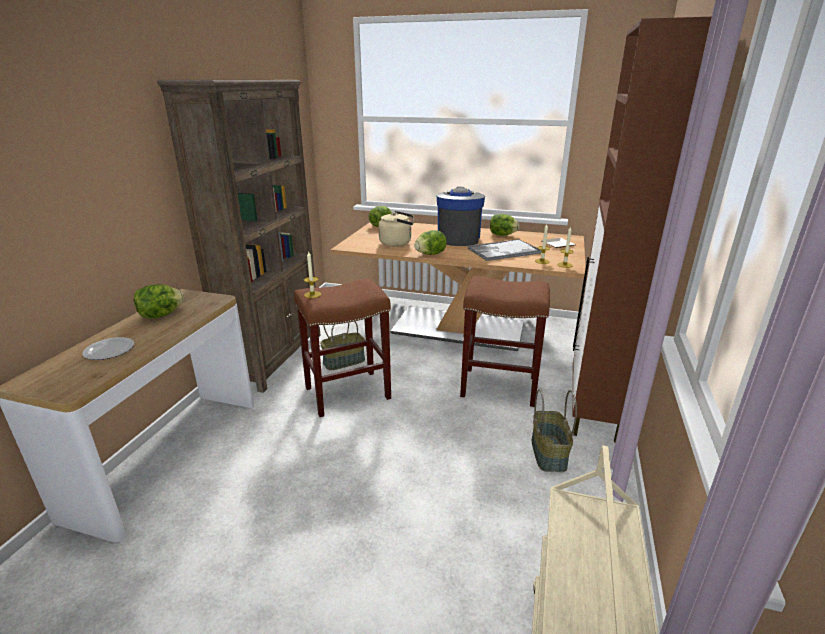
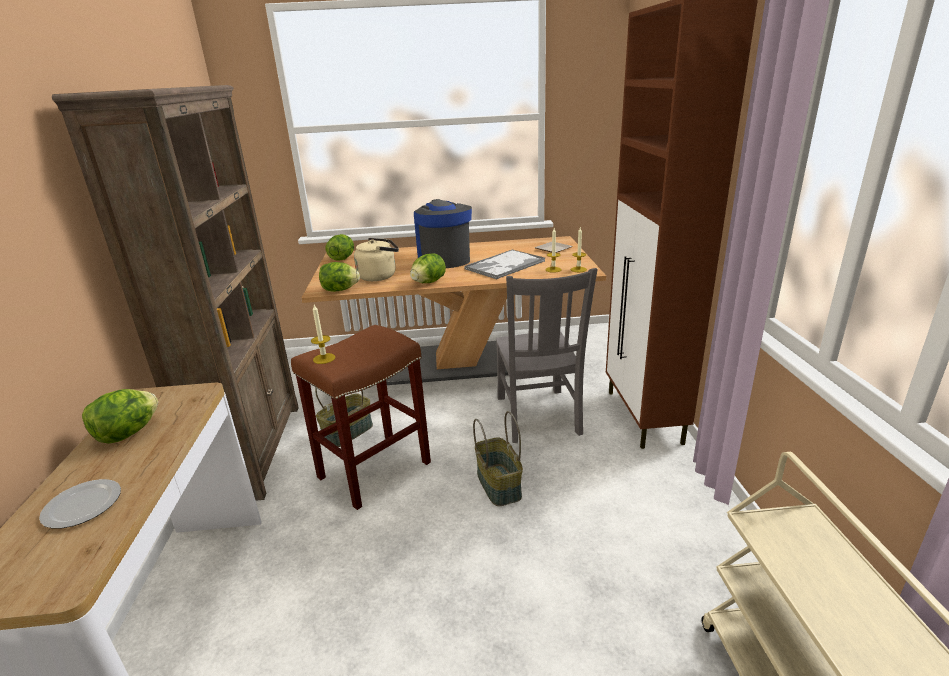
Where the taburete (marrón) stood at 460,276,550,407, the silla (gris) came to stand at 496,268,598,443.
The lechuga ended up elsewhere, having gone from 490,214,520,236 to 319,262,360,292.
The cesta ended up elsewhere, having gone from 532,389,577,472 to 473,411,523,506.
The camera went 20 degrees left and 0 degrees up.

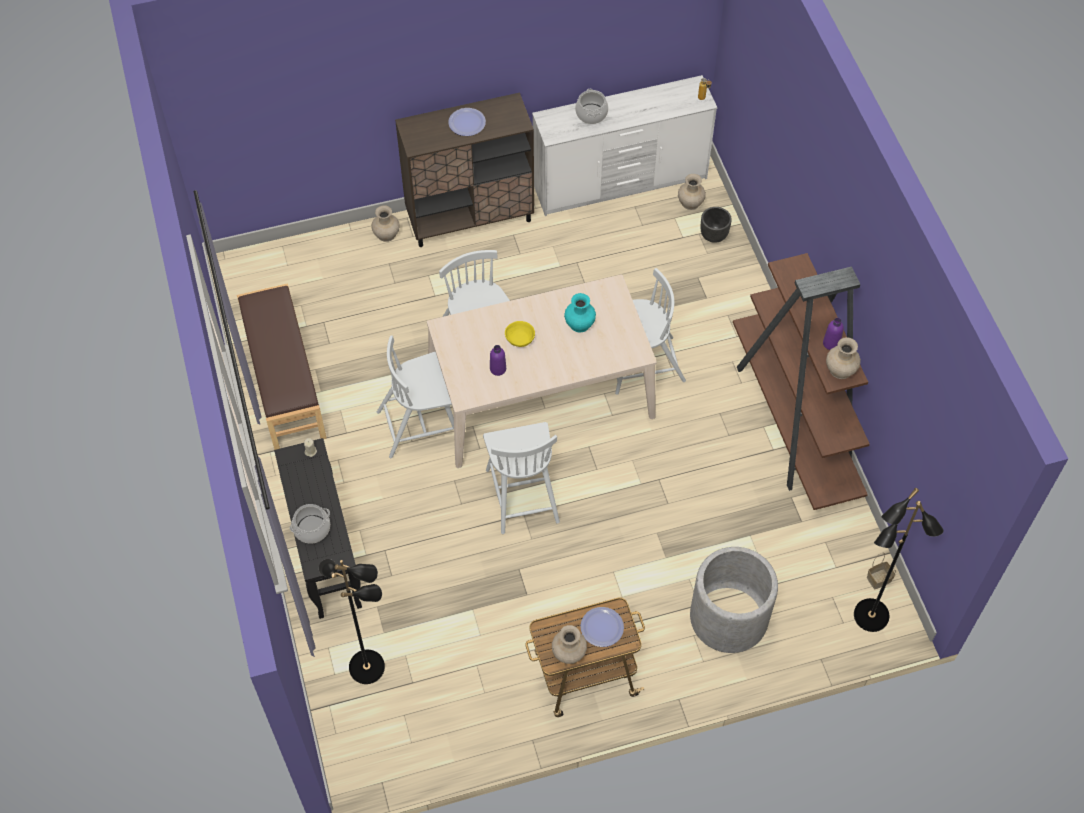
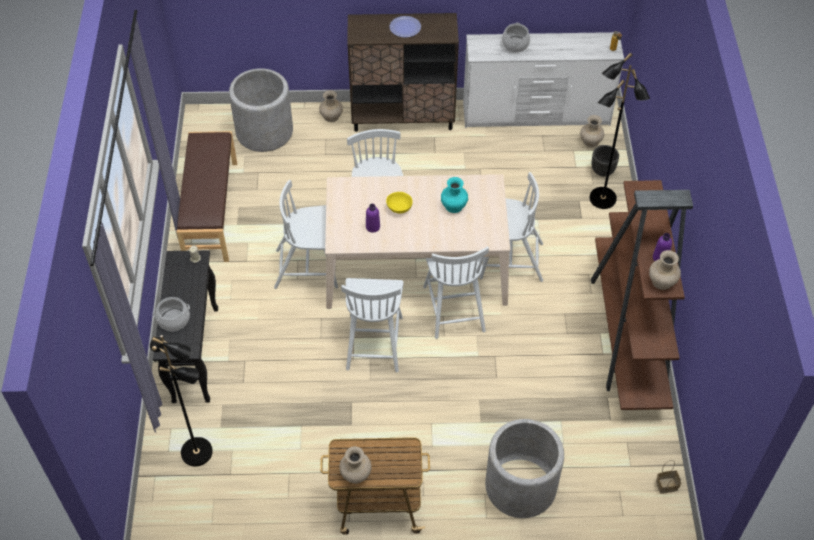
The second view lost the plato at 580,607,624,647.
The lámpara de pie (negro) ended up elsewhere, having gone from 854,488,944,632 to 589,53,650,209.
The second view gained the maceta (gris) at 229,68,293,152.
The second view gained the silla (blanco) at 423,246,489,339.
The camera went 15 degrees right and 5 degrees down.

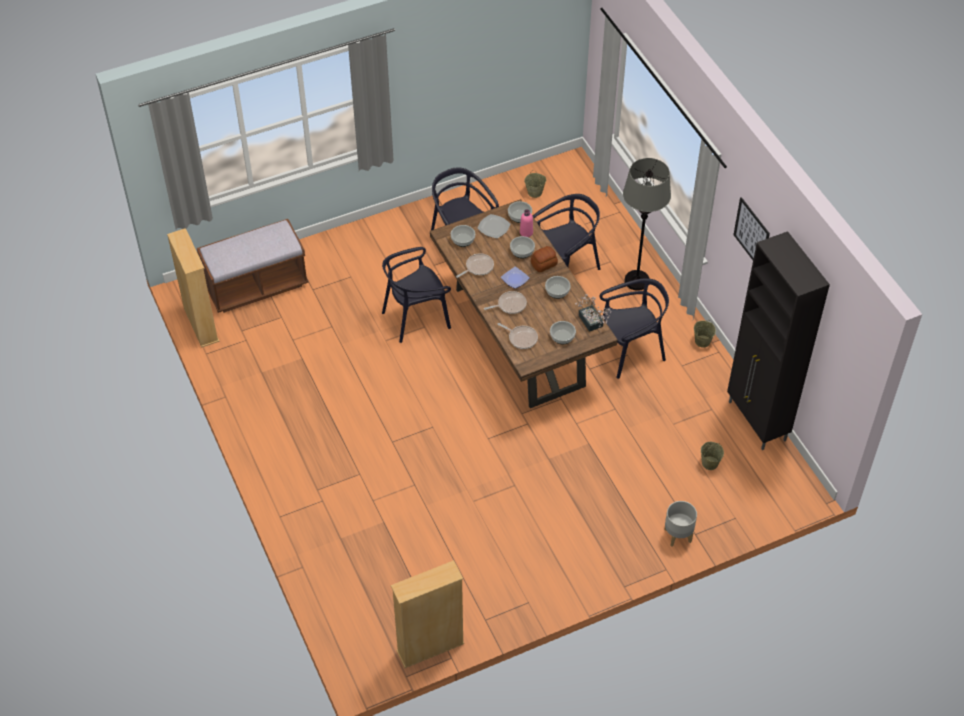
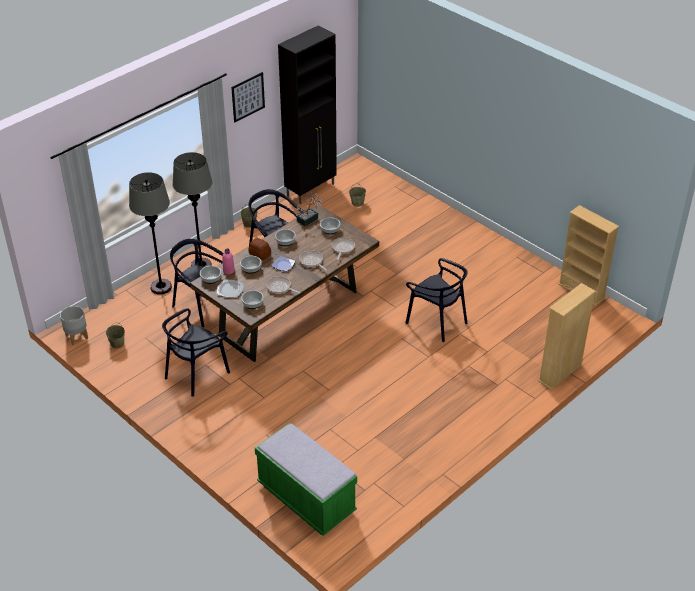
The estantería (beis) ended up elsewhere, having gone from 167,228,220,348 to 538,283,596,390.
What was the banco (marrón) at 197,219,309,313 turned into the banco (verde) at 255,423,357,536.
The silla (negro) ended up elsewhere, having gone from 382,247,451,343 to 405,258,468,342.
The maceta (gris) ended up elsewhere, having gone from 664,501,697,547 to 60,306,88,345.
The second view gained the lámpara de pie (gris) at 129,172,172,294.
The camera went 110 degrees left and 10 degrees down.

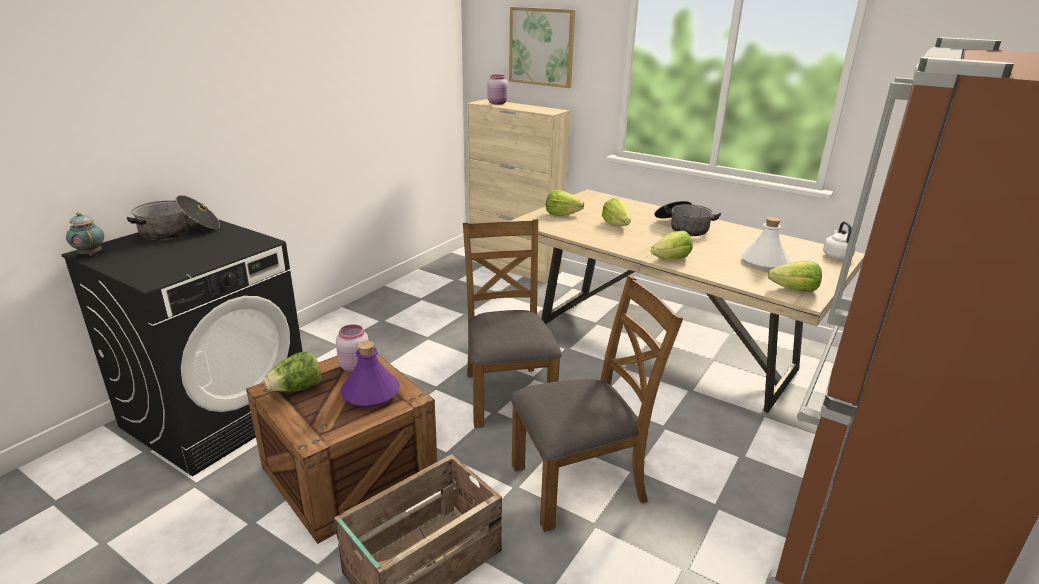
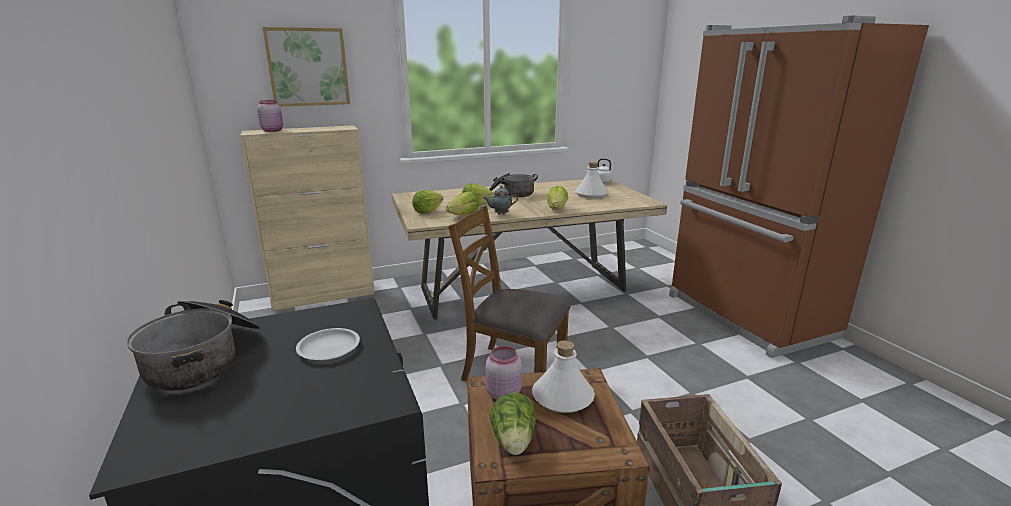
The tetera ended up elsewhere, having gone from 66,212,104,256 to 484,186,518,215.
What was the botella (morado) at 341,341,400,407 turned into the botella (blanco) at 532,340,595,413.
The second view lost the silla (marrón) at 511,275,683,532.
The lechuga ended up elsewhere, having gone from 768,261,822,292 to 446,191,479,215.
The second view gained the plato (blanco) at 296,328,360,360.
The camera went 55 degrees left and 5 degrees down.

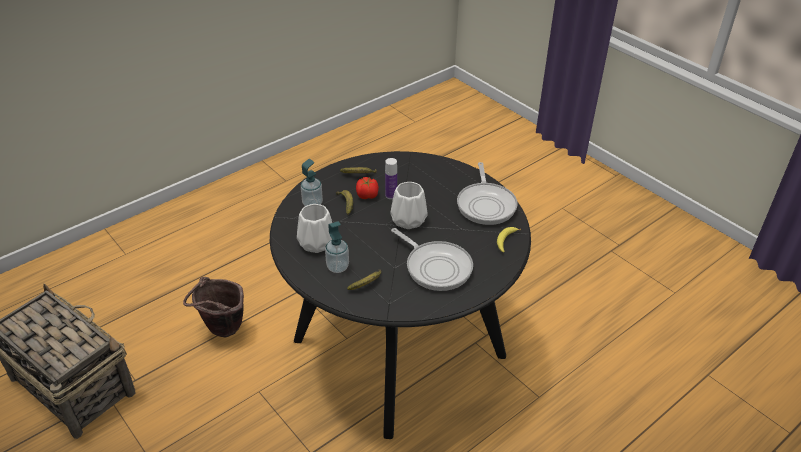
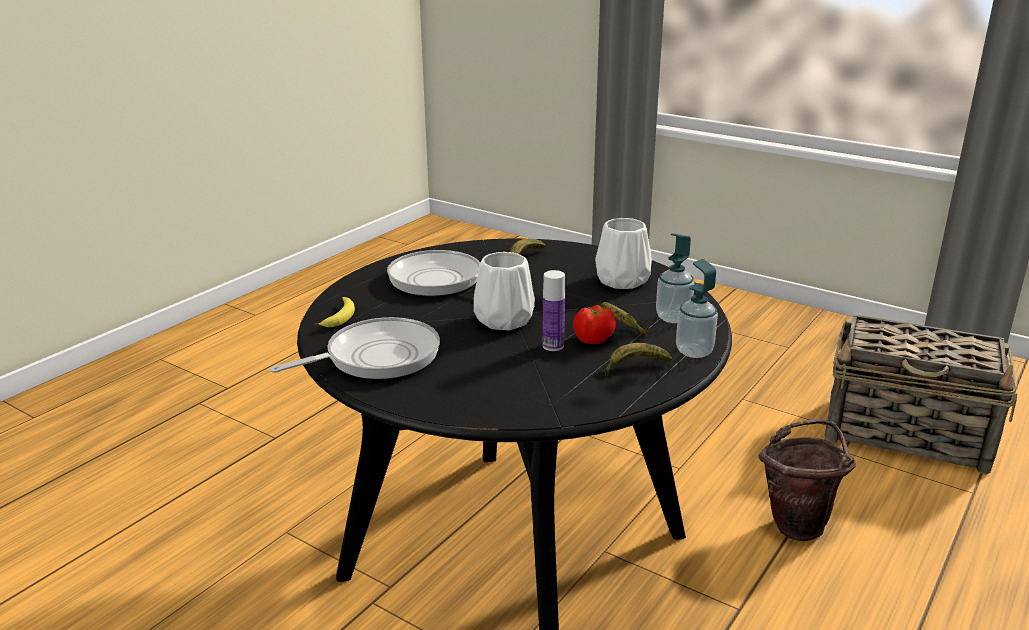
The dispensador de jabón ended up elsewhere, having gone from 325,221,349,273 to 676,259,718,358.
The sartén at 457,162,518,225 ended up facing another way, 75 degrees clockwise from before.
The camera went 165 degrees right and 15 degrees down.

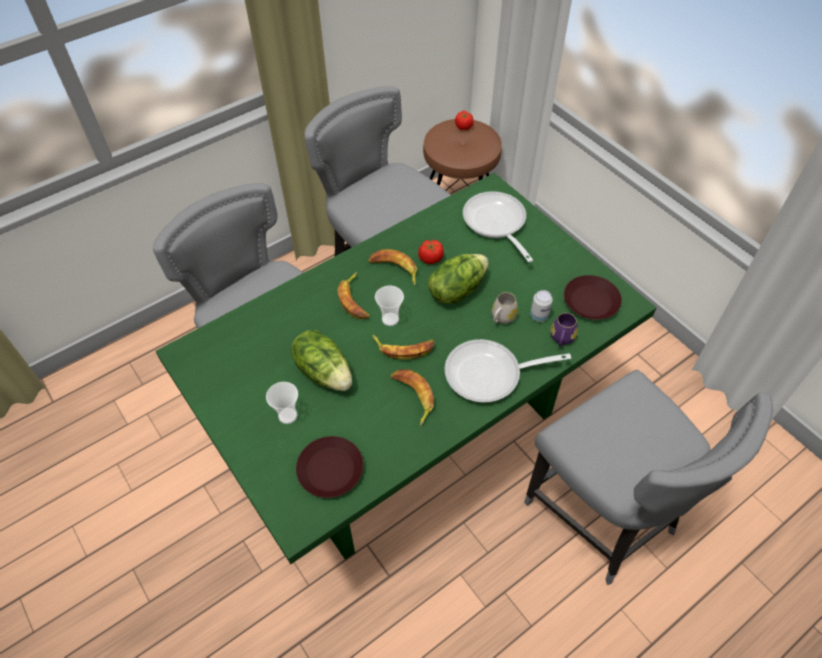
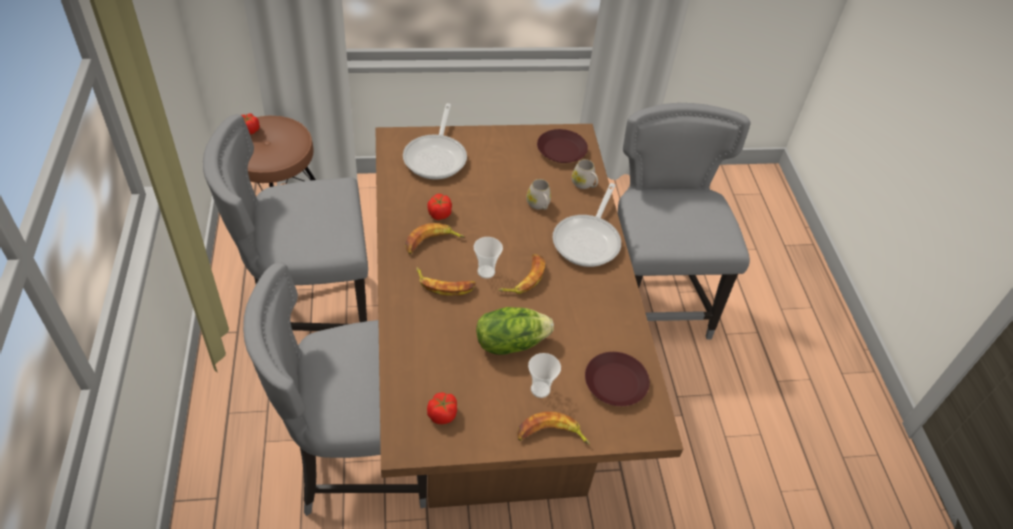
What was the mesa de comedor (verde) at 155,173,657,564 turned into the mesa de comedor (marrón) at 375,124,683,508.
The plátano ended up elsewhere, having gone from 391,369,434,426 to 517,412,590,445.
The second view lost the lechuga at 428,254,488,304.
The sartén at 463,191,533,262 ended up facing another way, 90 degrees counterclockwise from before.
The silla (gris) at 524,370,773,585 ended up facing another way, 90 degrees counterclockwise from before.
The second view lost the lata at 530,290,553,322.
What was the taza grande (morado) at 550,313,578,346 turned into the taza grande (blanco) at 572,159,598,189.
The second view gained the tomate at 427,392,457,424.
The camera went 65 degrees left and 5 degrees down.

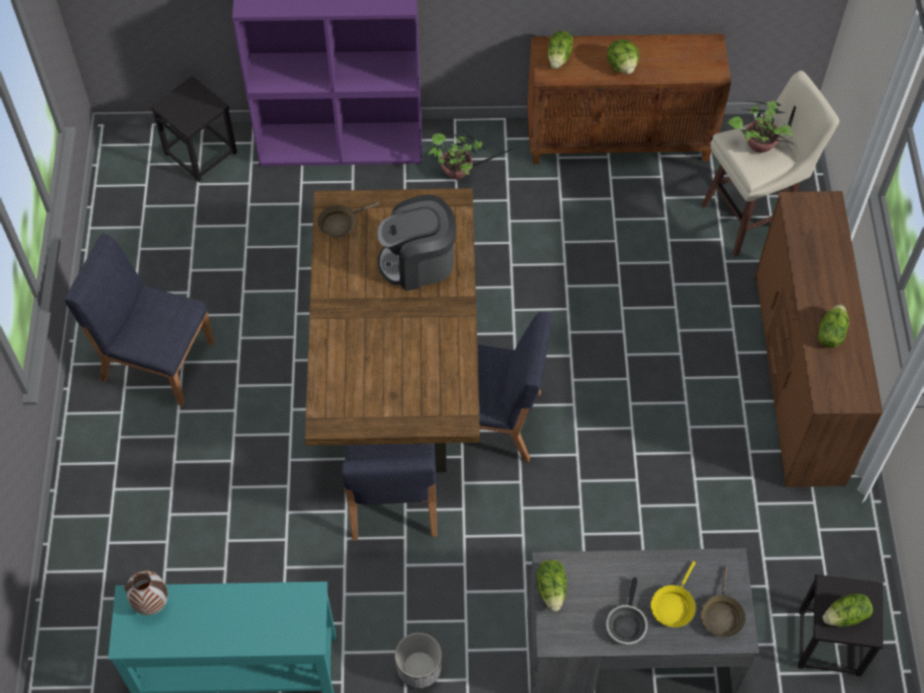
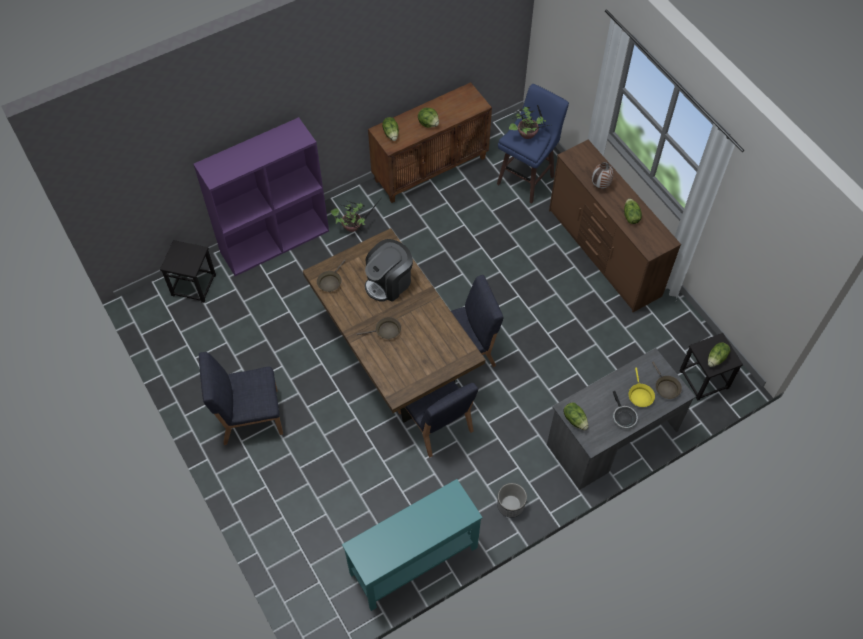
The florero ended up elsewhere, having gone from 124,570,168,615 to 592,162,613,189.
What was the taburete (beis) at 701,71,839,256 turned into the taburete (azul) at 497,84,569,204.
The second view gained the sartén (marrón) at 357,317,401,339.
The camera went 30 degrees left and 0 degrees up.

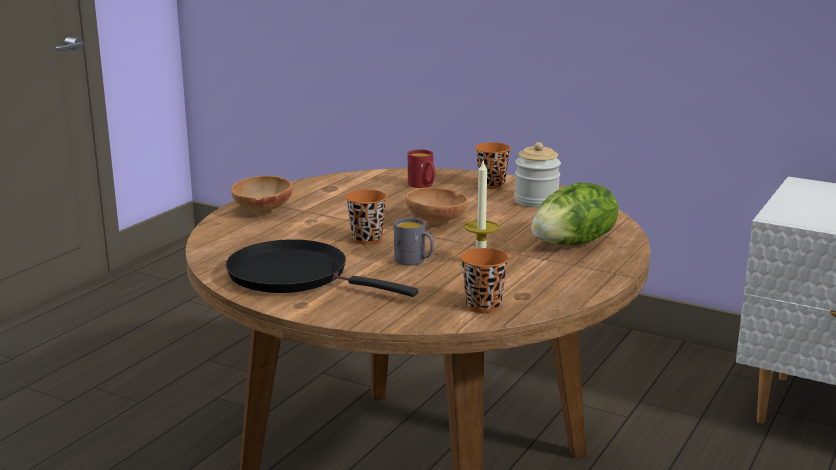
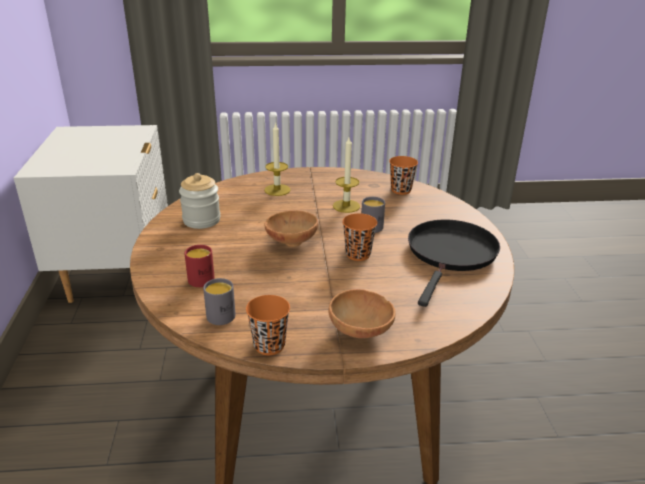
The sartén (negro) at 225,239,418,297 ended up facing another way, 150 degrees counterclockwise from before.
The taza (naranja) ended up elsewhere, having gone from 475,142,511,189 to 246,295,290,355.
Where the lechuga stood at 531,182,619,245, the vela came to stand at 264,122,291,196.
The second view gained the taza grande (gris) at 203,278,236,325.
The camera went 125 degrees left and 10 degrees up.

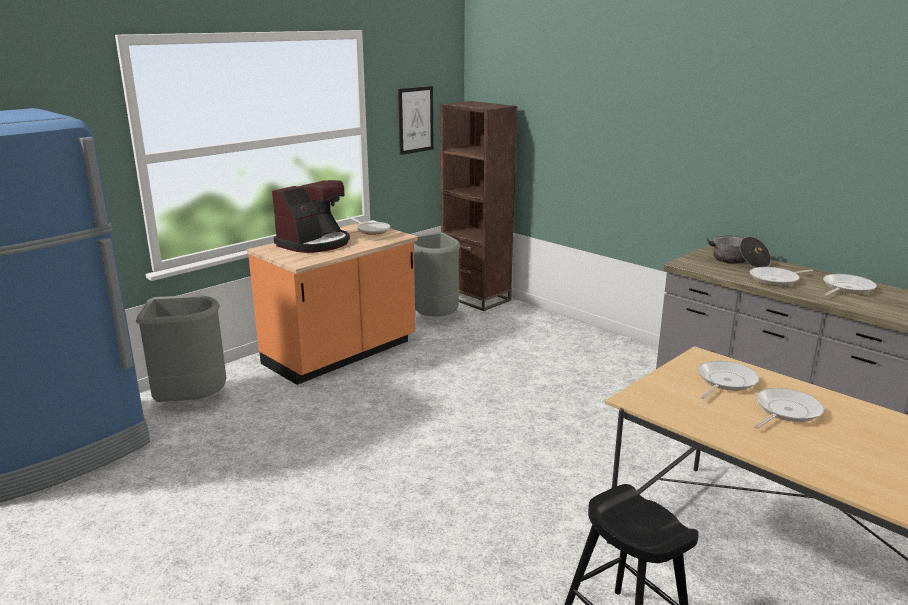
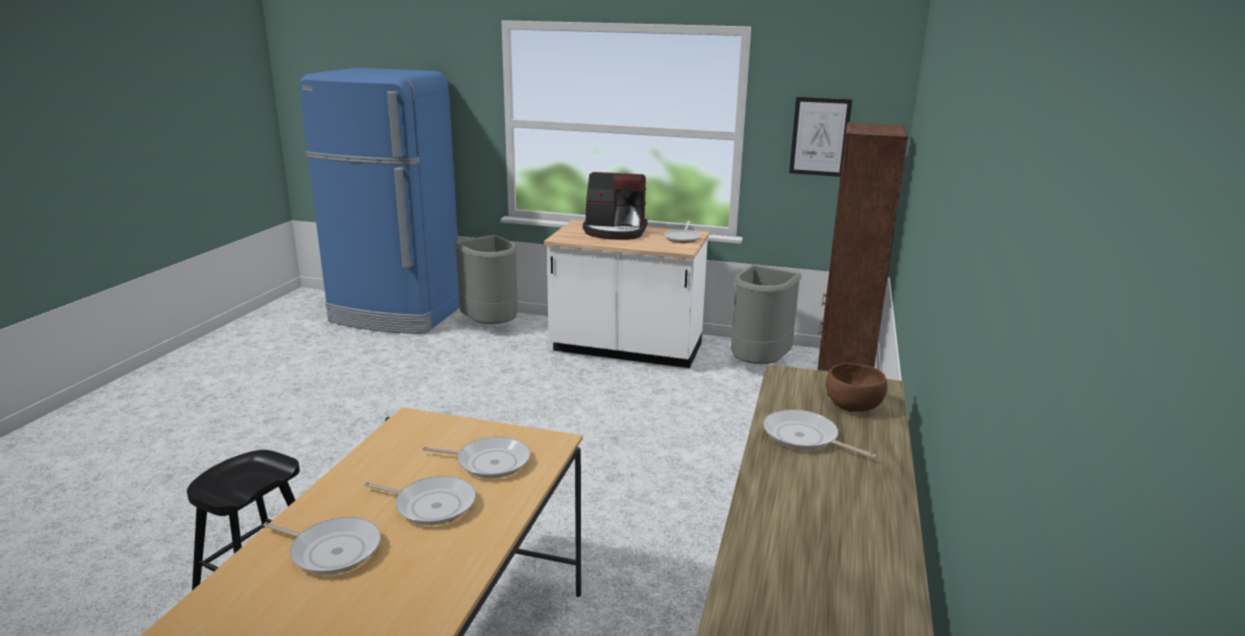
What was the mueble bajo de cocina (naranja) at 247,221,418,385 turned into the mueble bajo de cocina (blanco) at 544,220,709,368.
Where the olla stood at 707,236,771,268, the cuenco (marrón) came to stand at 826,363,887,412.
The sartén ended up elsewhere, having gone from 823,274,877,296 to 263,517,381,575.
The camera went 60 degrees right and 0 degrees up.

